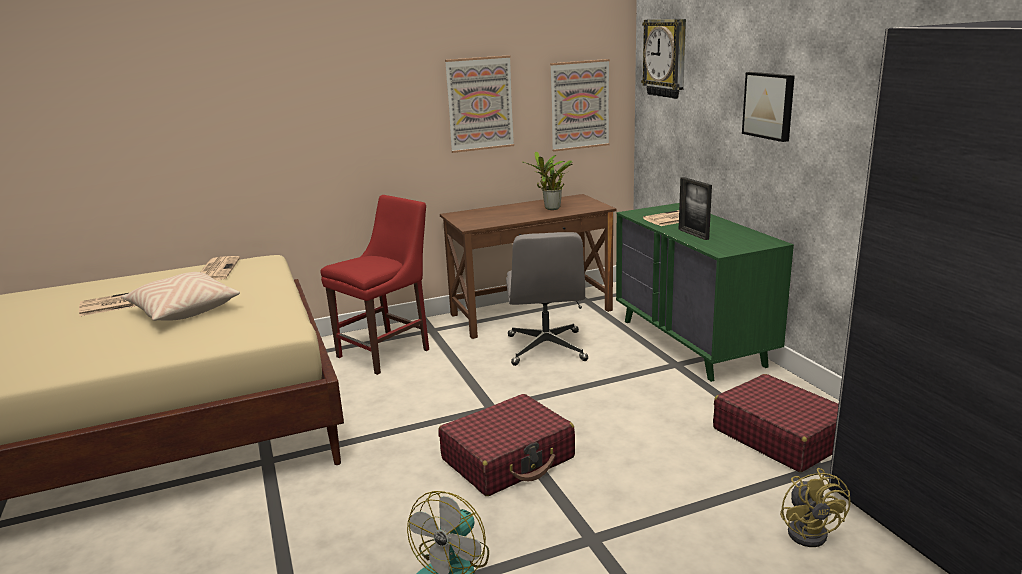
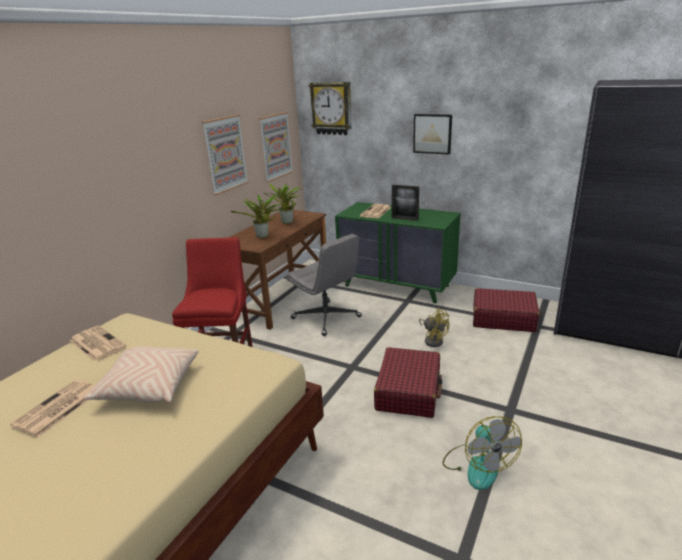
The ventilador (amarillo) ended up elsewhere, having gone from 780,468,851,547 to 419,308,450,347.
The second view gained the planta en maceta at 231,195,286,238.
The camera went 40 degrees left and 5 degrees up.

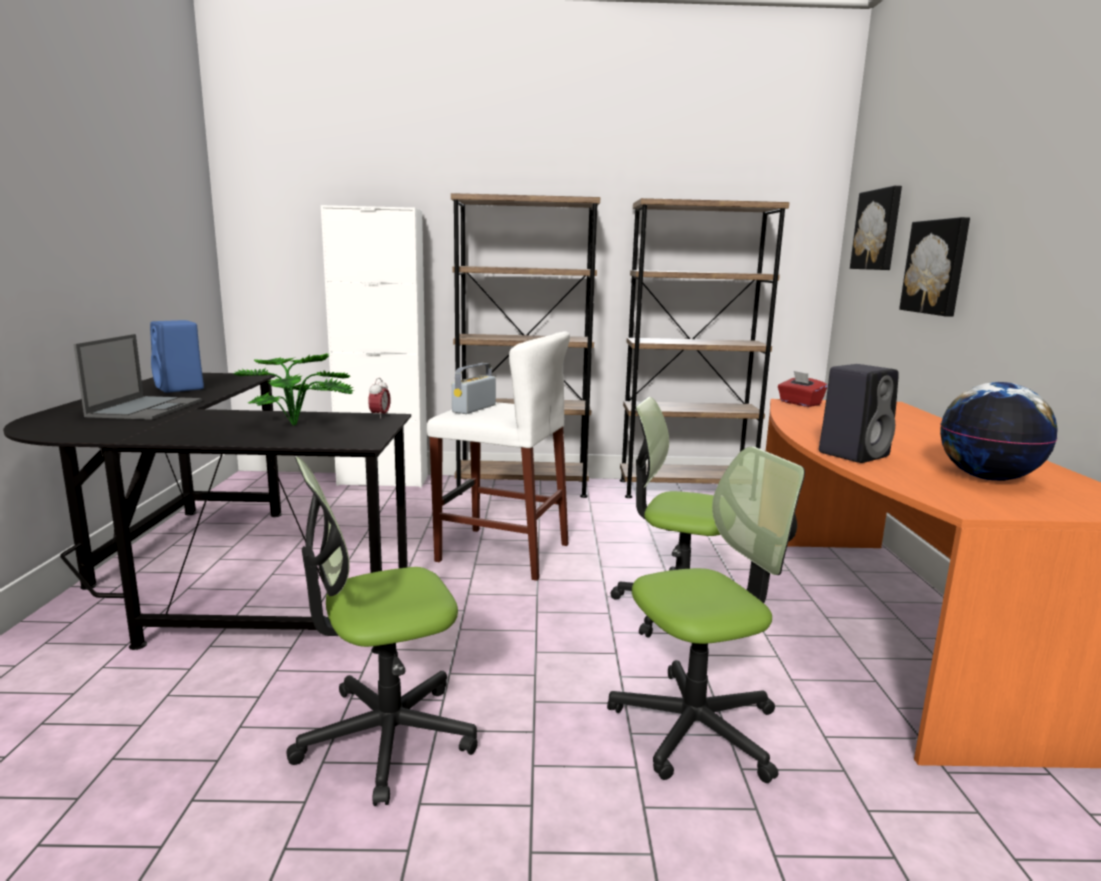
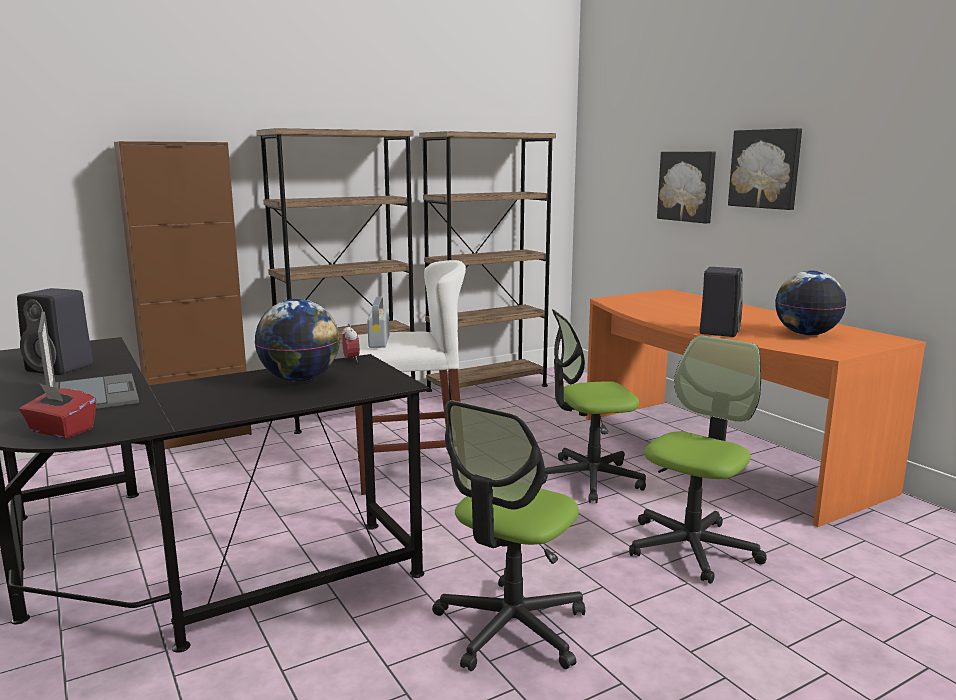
What was the altavoz (azul) at 150,320,204,393 turned into the altavoz (negro) at 17,288,93,375.
Where the planta en maceta stood at 233,353,354,426, the globo terráqueo came to stand at 254,299,340,381.
What was the armario (blanco) at 321,205,428,488 turned into the armario (marrón) at 114,141,252,449.
The caja de pañuelos (rojo) ended up elsewhere, having gone from 778,371,828,407 to 19,384,96,438.
The cuadro ended up elsewhere, having gone from 850,186,902,270 to 728,128,802,210.
The camera went 30 degrees left and 0 degrees up.

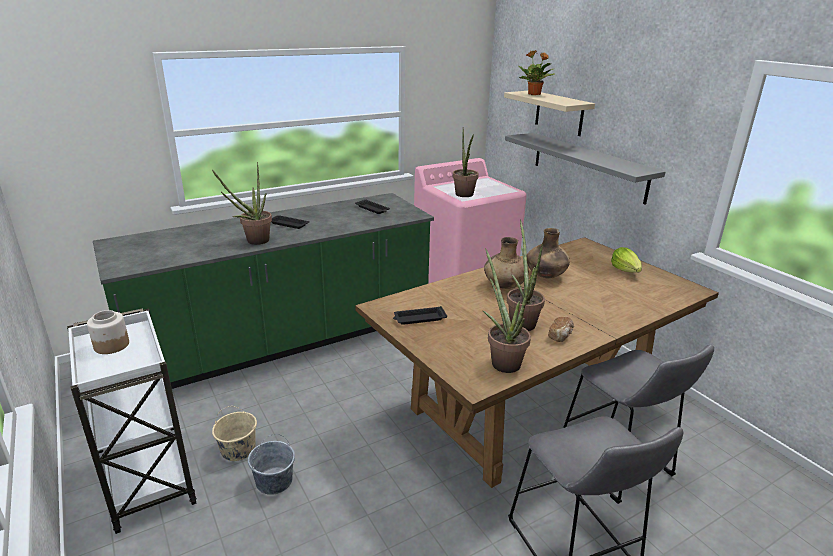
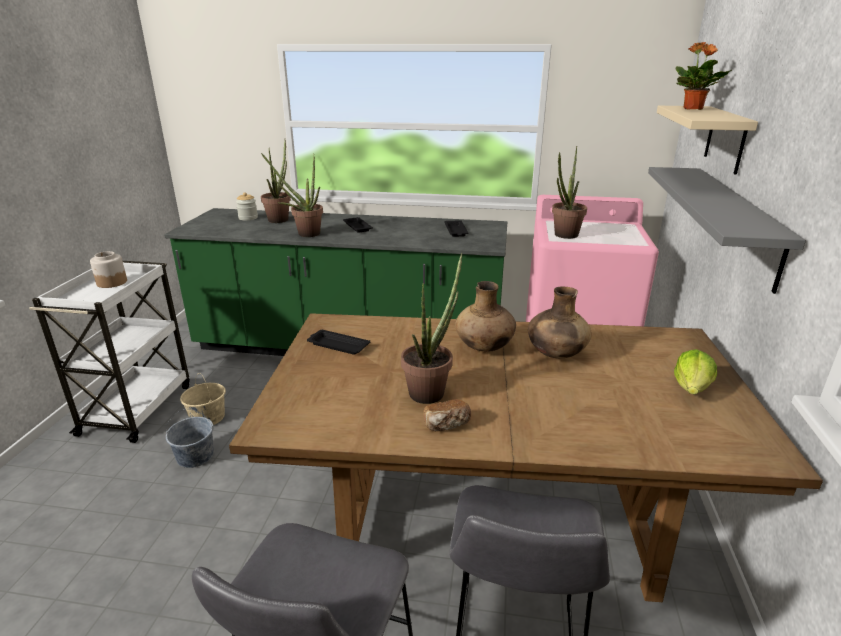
The planta en maceta ended up elsewhere, having gone from 483,248,531,373 to 261,140,291,223.
The second view gained the tarro at 236,192,258,220.
The camera went 40 degrees right and 0 degrees up.

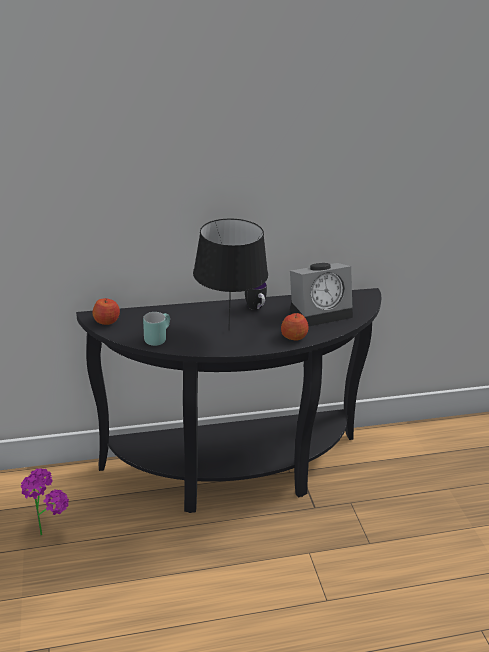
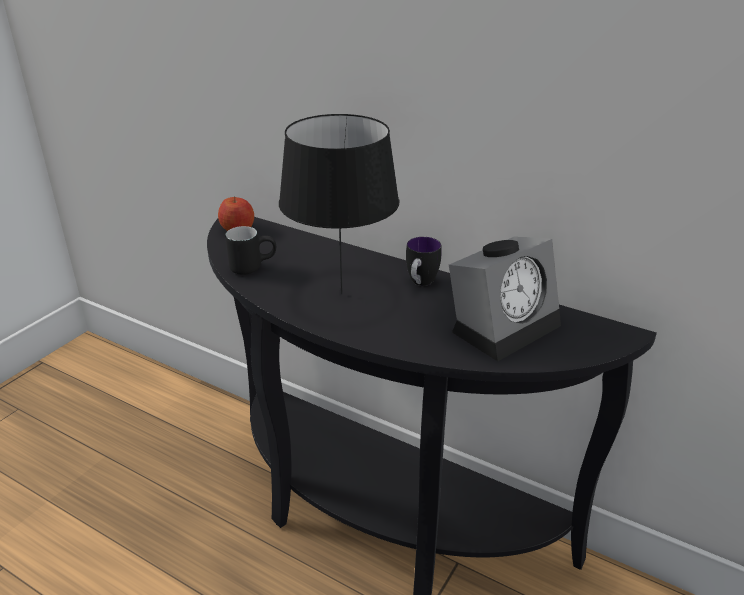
The second view lost the planta en maceta at 21,469,69,535.
What was the taza grande (turquesa) at 143,312,170,346 turned into the taza grande (negro) at 225,226,276,275.
The second view lost the manzana at 281,313,309,341.
The despertador at 290,263,353,327 ended up facing another way, 60 degrees counterclockwise from before.
The camera went 45 degrees right and 0 degrees up.

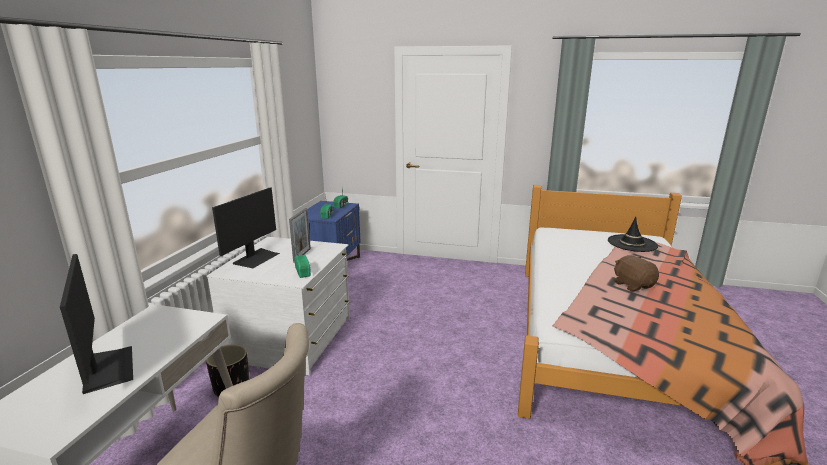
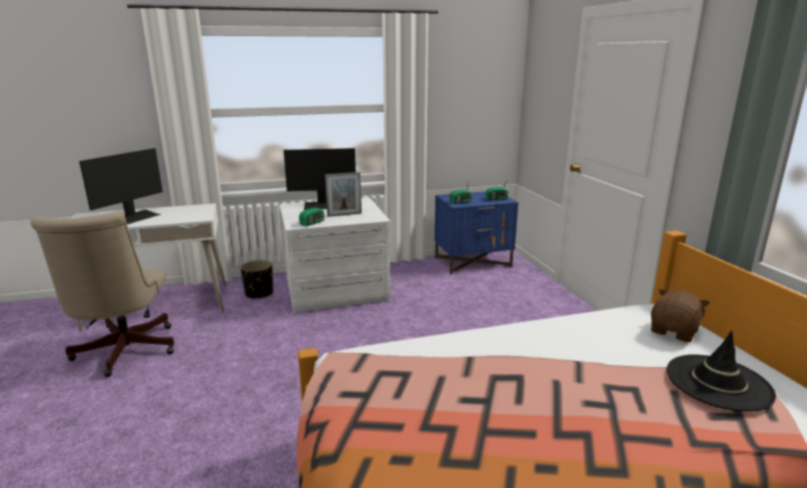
The peluche (marrón) ended up elsewhere, having gone from 614,255,659,292 to 651,289,710,342.
The camera went 60 degrees right and 0 degrees up.

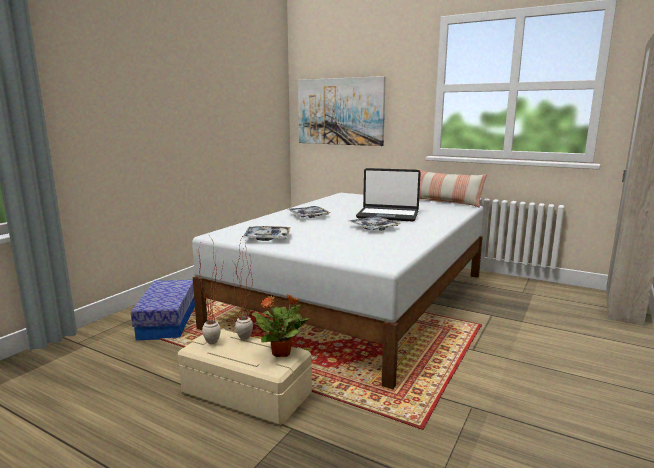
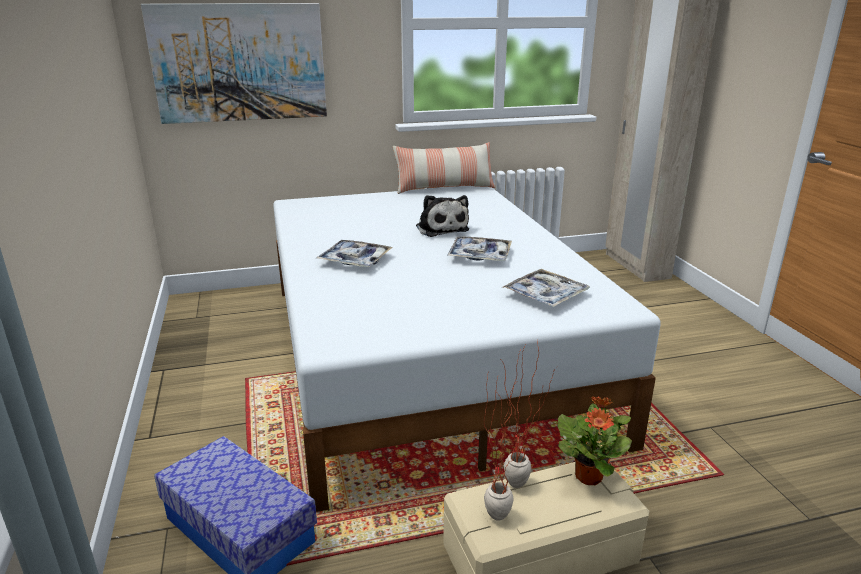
The bandeja ended up elsewhere, having gone from 242,226,291,241 to 502,269,590,307.
Where the portátil stood at 356,168,421,222, the peluche came to stand at 416,195,469,237.
The camera went 45 degrees left and 10 degrees up.

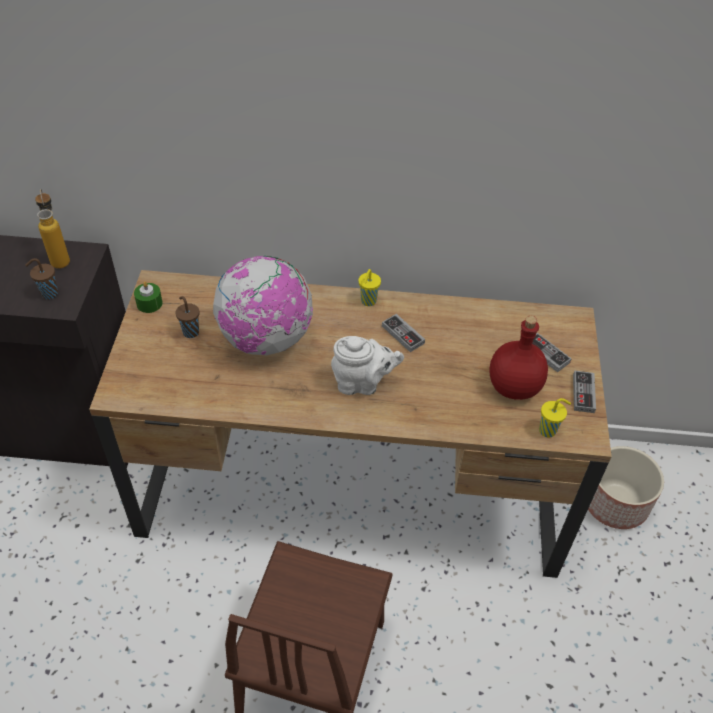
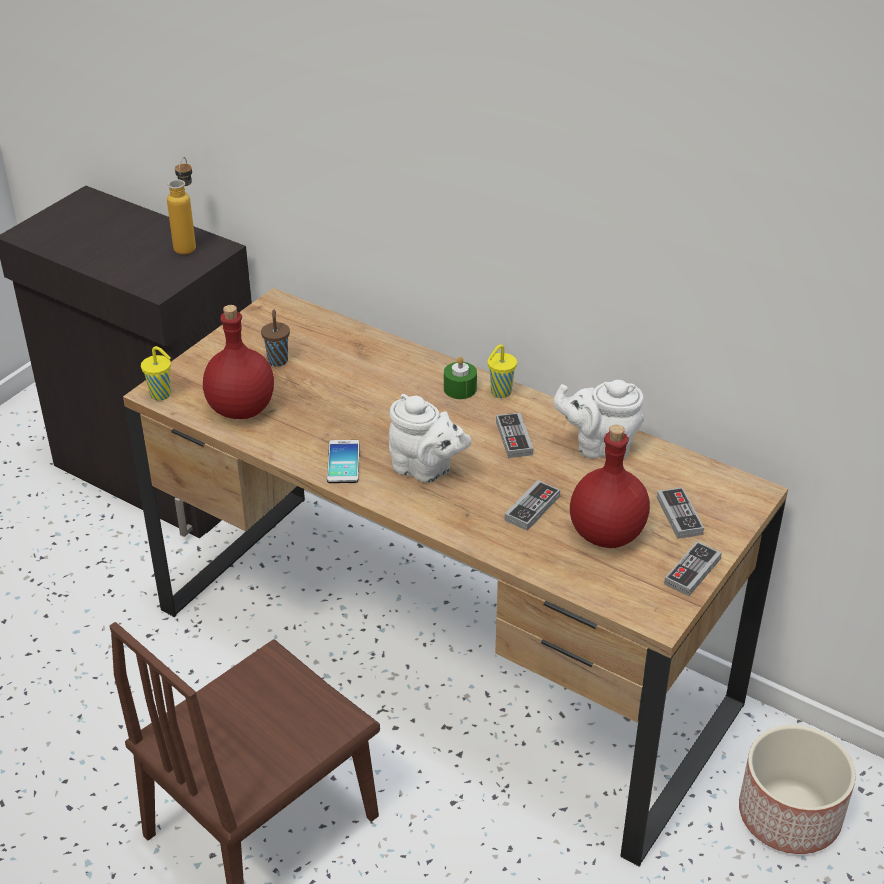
The second view lost the taza (marrón) at 25,258,58,299.
The vela (verde) ended up elsewhere, having gone from 134,282,163,313 to 444,357,477,399.
The second view lost the globo terráqueo at 212,256,313,355.
The taza (amarillo) ended up elsewhere, having gone from 539,398,571,438 to 141,346,171,401.
The second view gained the botella (rojo) at 203,305,274,419.
The second view gained the móvil at 327,440,360,483.
The second view gained the mando de consola at 504,480,560,531.
The second view gained the tetera (blanco) at 554,380,644,459.
The camera went 30 degrees right and 10 degrees down.

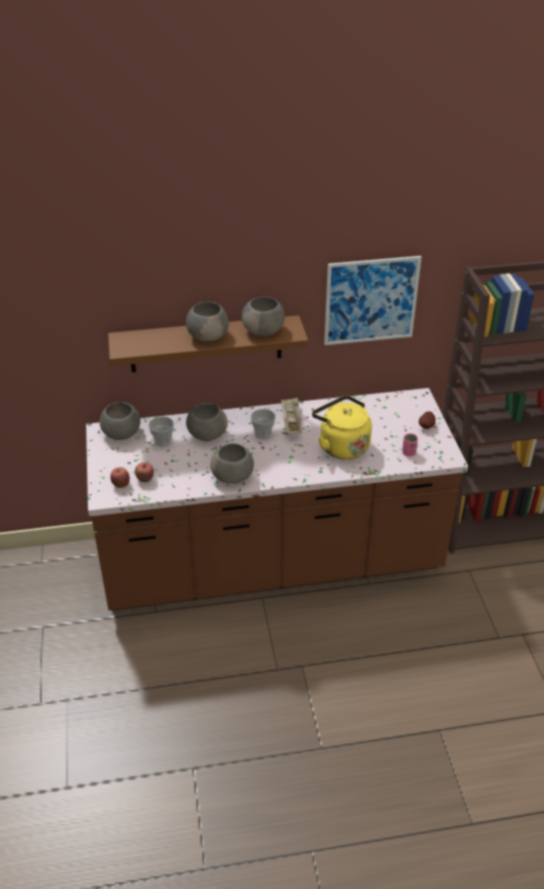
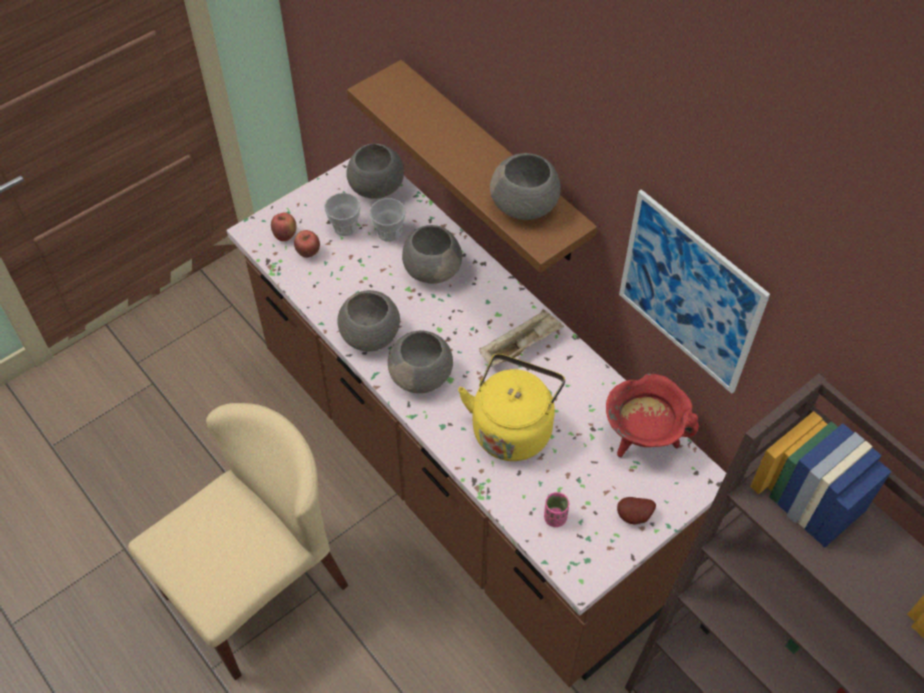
The cuenco (gris) ended up elsewhere, having gone from 186,302,229,341 to 388,330,453,393.
The taza ended up elsewhere, having gone from 251,409,276,439 to 324,193,361,236.
The second view gained the silla (beis) at 128,403,348,680.
The second view gained the olla (rojo) at 606,373,699,457.
The camera went 60 degrees right and 15 degrees up.

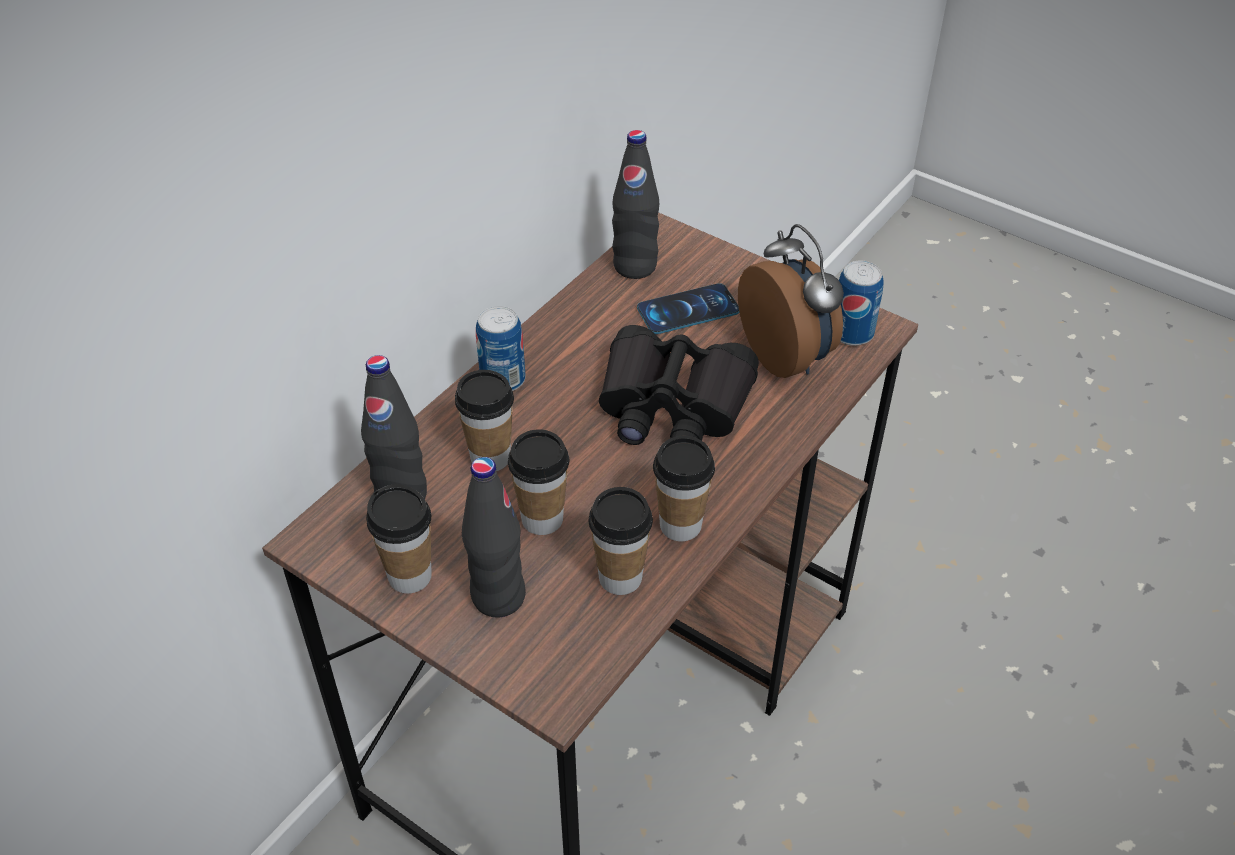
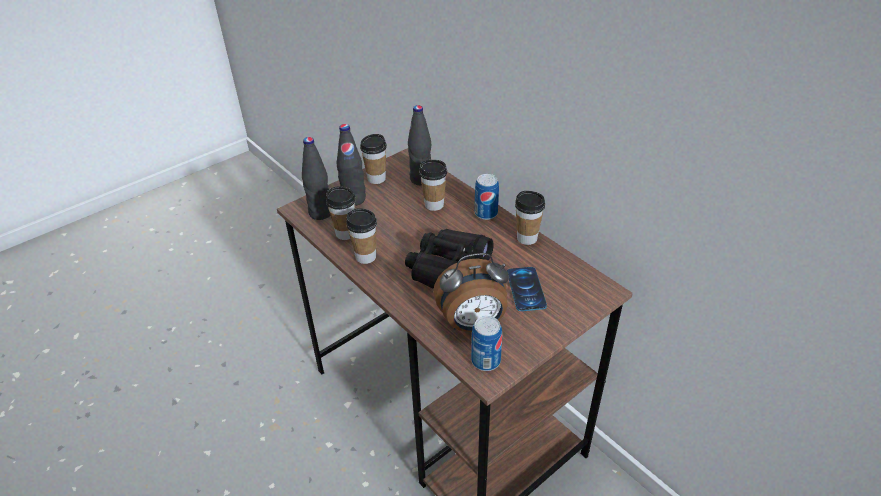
The taza ended up elsewhere, having gone from 508,429,569,535 to 515,191,545,245.
The botella (negro) ended up elsewhere, having gone from 612,130,659,279 to 302,137,330,220.
The camera went 105 degrees right and 5 degrees down.

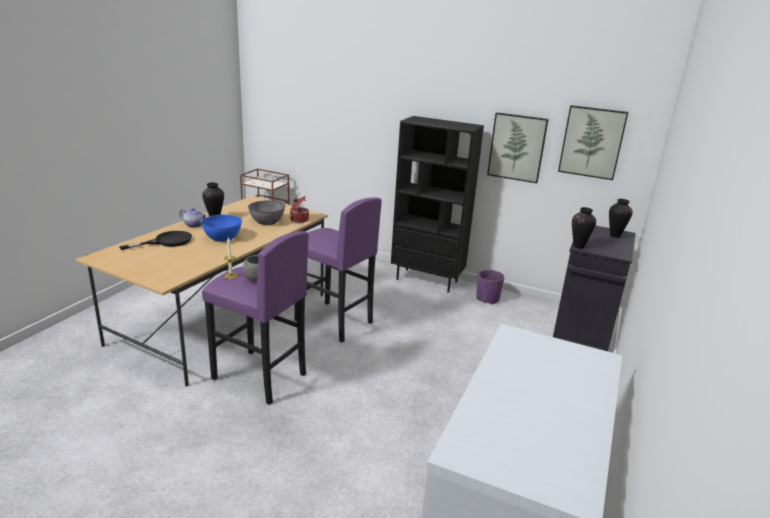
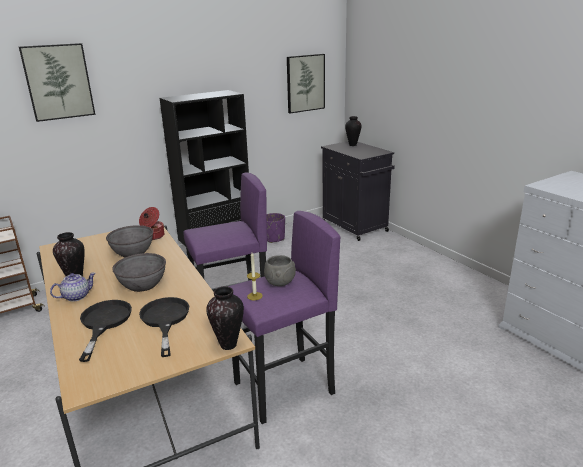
What was the cuenco (azul) at 201,215,242,242 turned into the cuenco (gris) at 112,253,166,292.
The cuadro ended up elsewhere, having gone from 487,112,549,183 to 19,43,95,122.
The florero ended up elsewhere, having gone from 572,207,596,249 to 206,286,244,350.
The second view gained the sartén (negro) at 139,297,189,357.
The camera went 55 degrees left and 0 degrees up.

